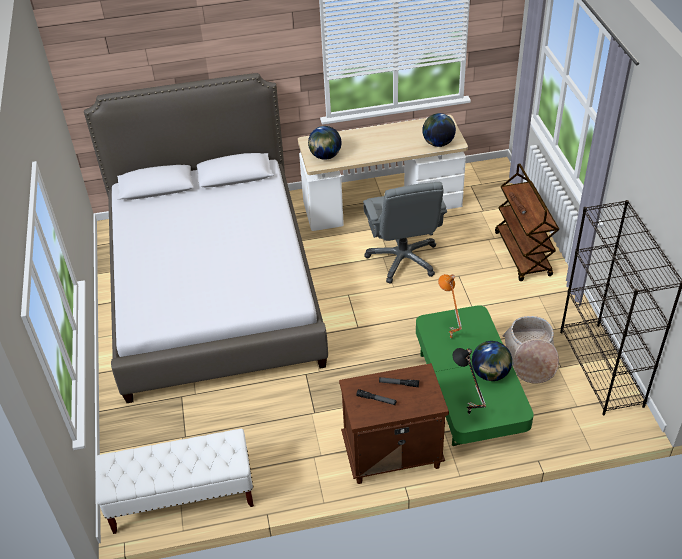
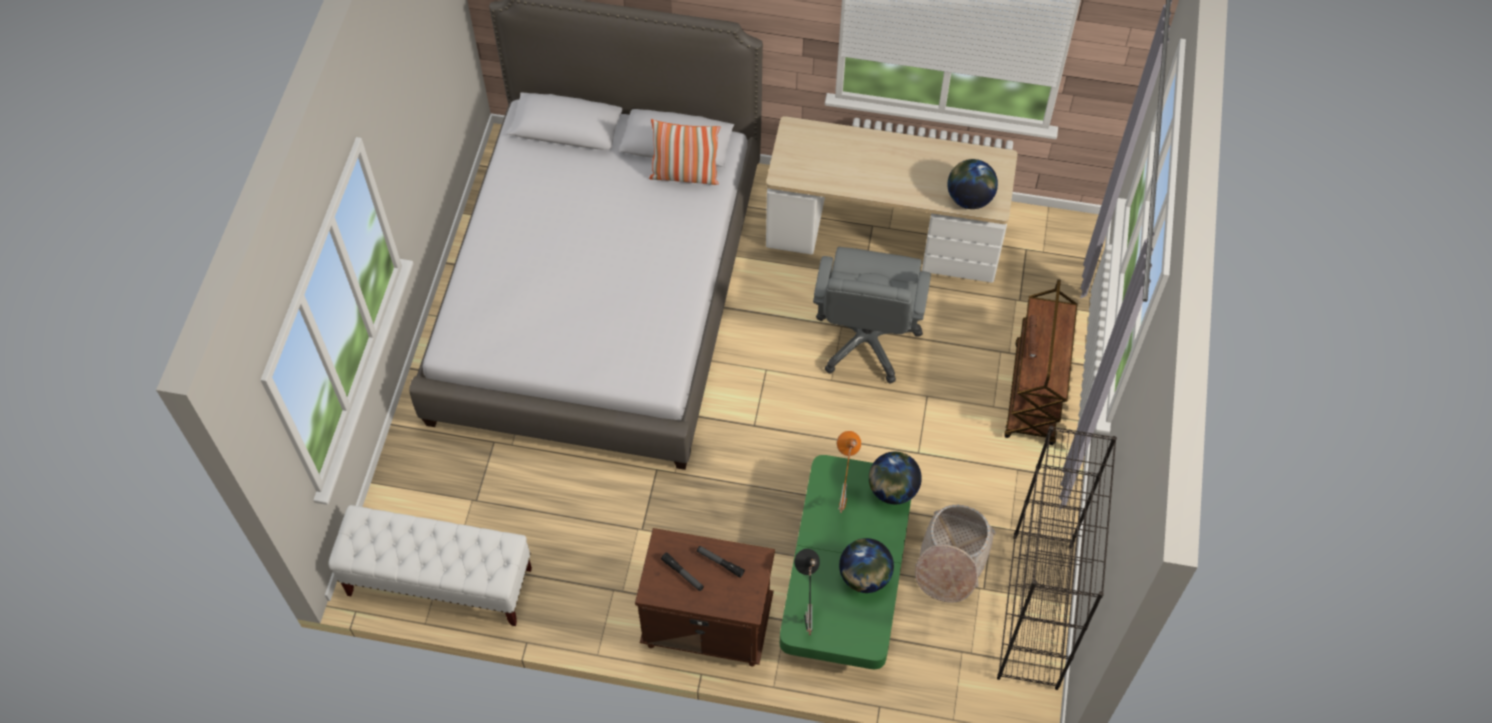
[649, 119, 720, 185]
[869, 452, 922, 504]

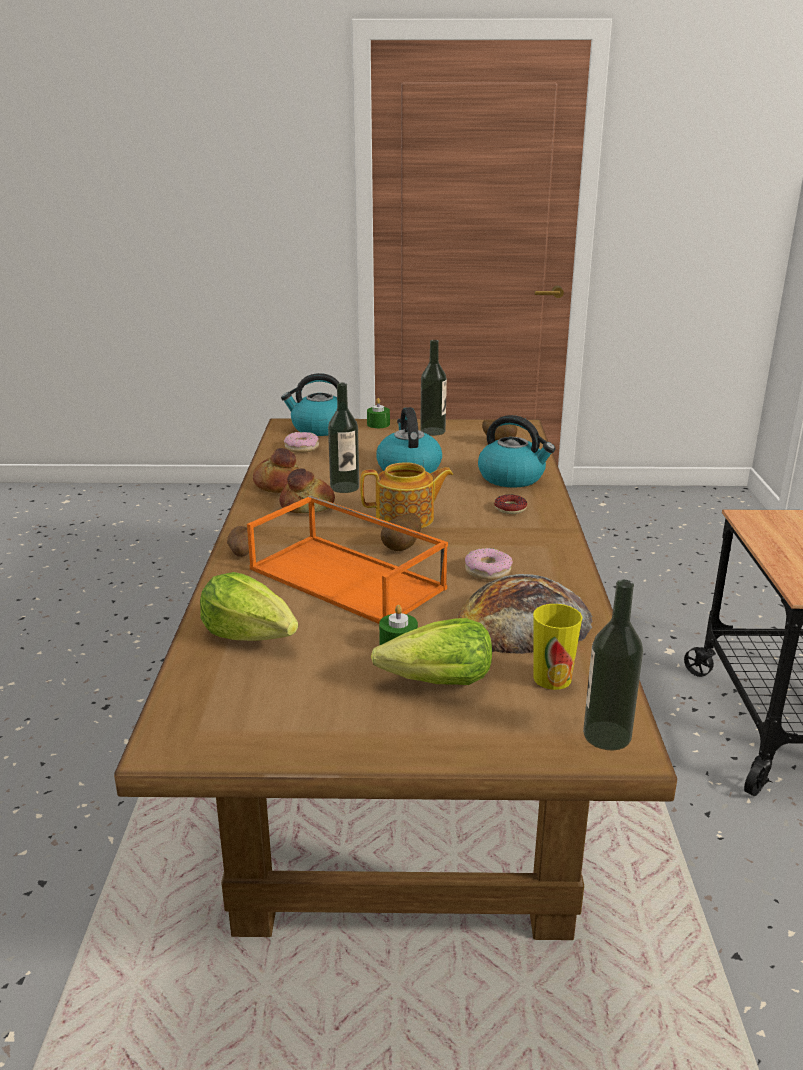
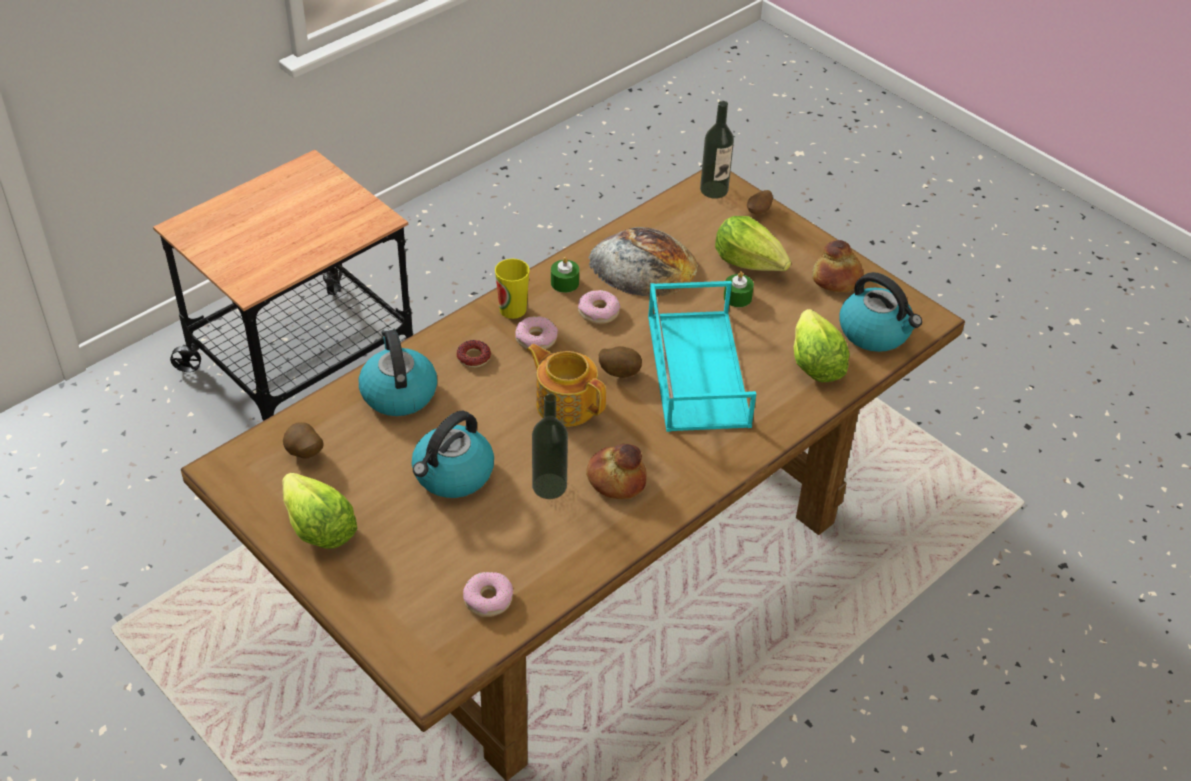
[282, 473, 357, 549]
[495, 259, 530, 319]
[515, 316, 558, 350]
[551, 257, 579, 293]
[648, 281, 756, 432]
[747, 190, 773, 214]
[812, 240, 864, 293]
[840, 272, 922, 352]

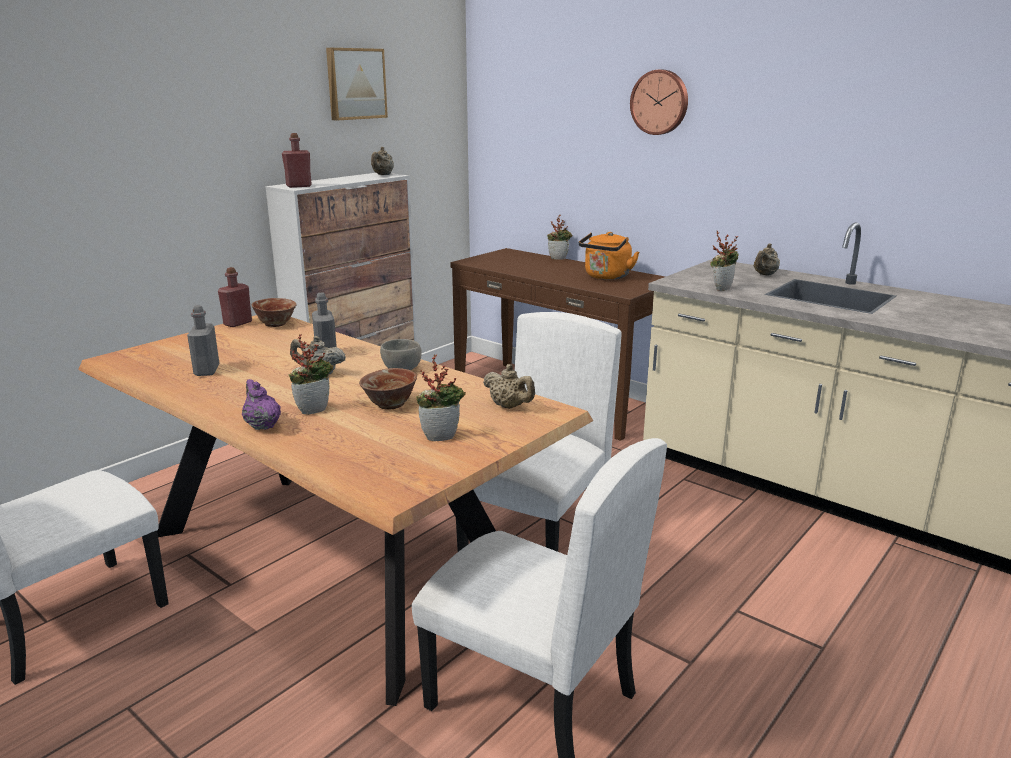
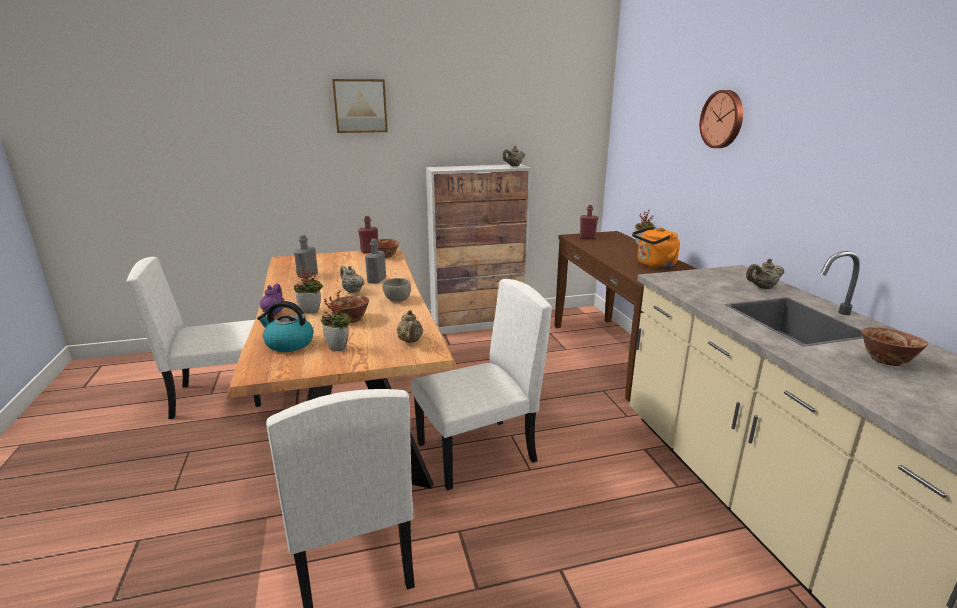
[257, 301, 314, 352]
[332, 79, 388, 133]
[580, 205, 598, 239]
[861, 327, 928, 366]
[710, 231, 739, 291] (first image)

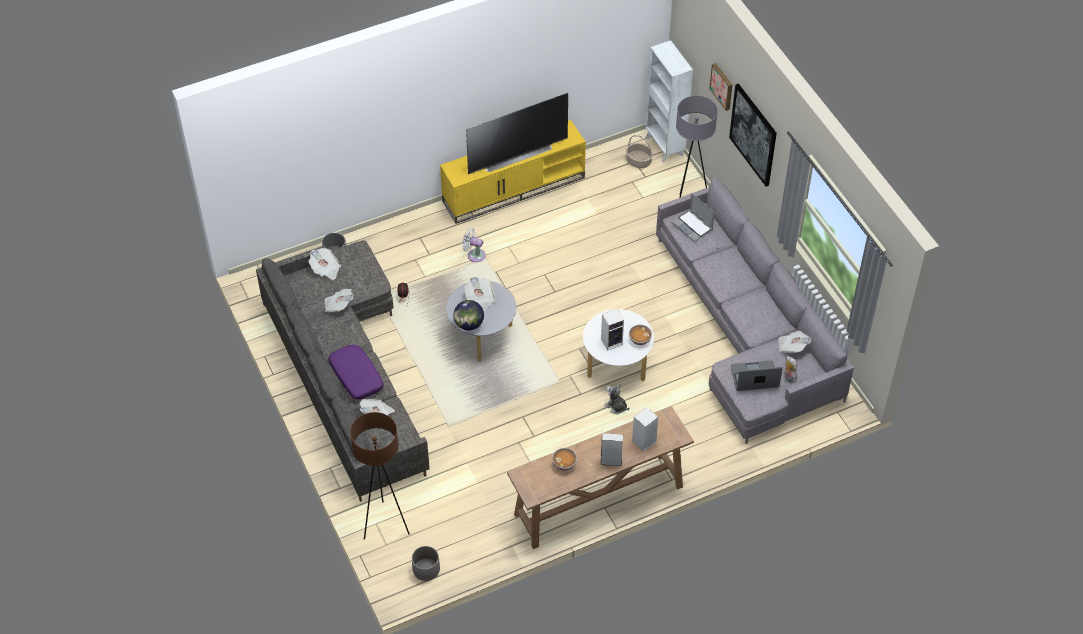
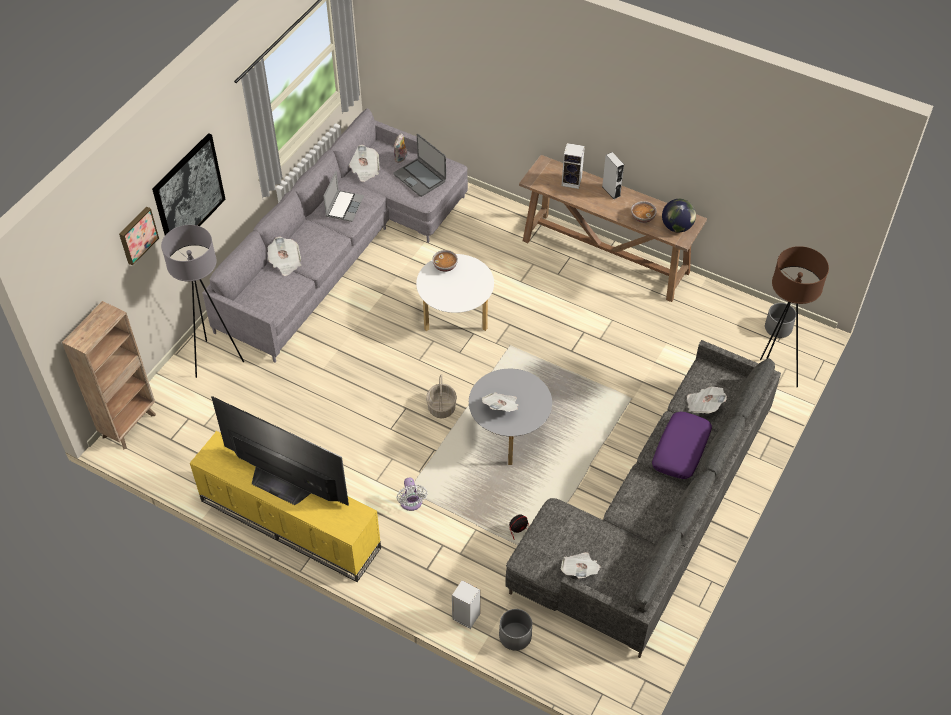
[62, 301, 156, 449]
[267, 236, 301, 276]
[323, 171, 364, 222]
[426, 374, 457, 418]
[452, 580, 480, 629]
[662, 199, 696, 233]
[604, 384, 629, 414] (first image)

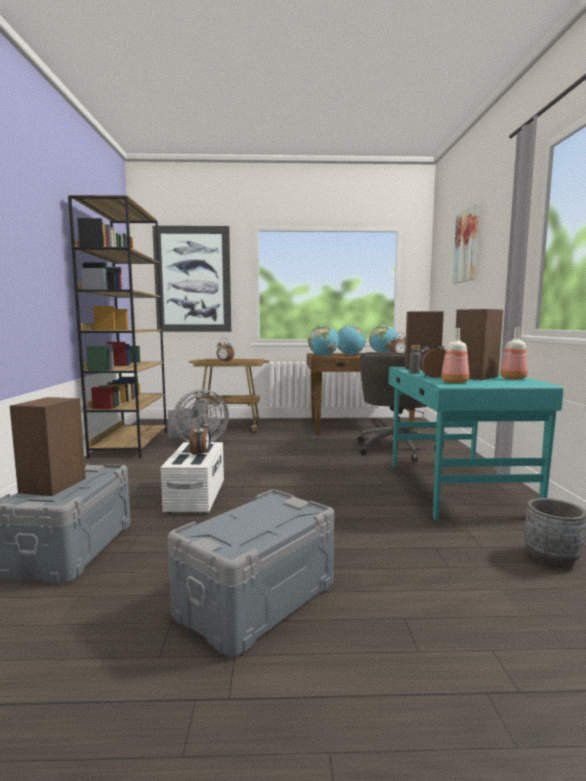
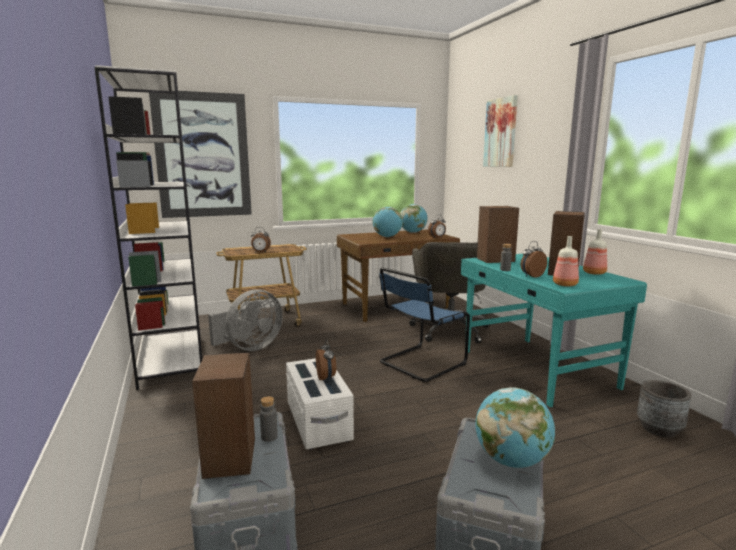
[94, 65, 202, 390]
[260, 396, 278, 442]
[379, 267, 470, 382]
[475, 387, 555, 468]

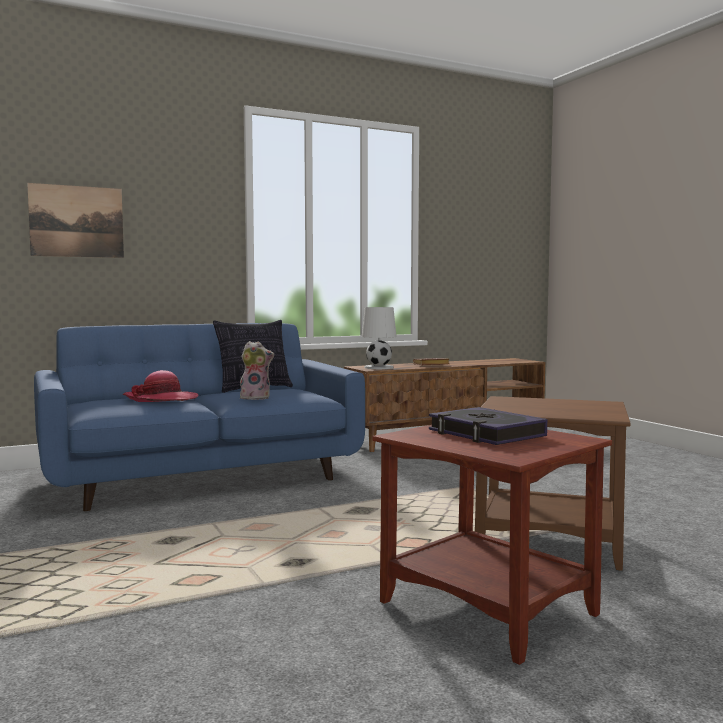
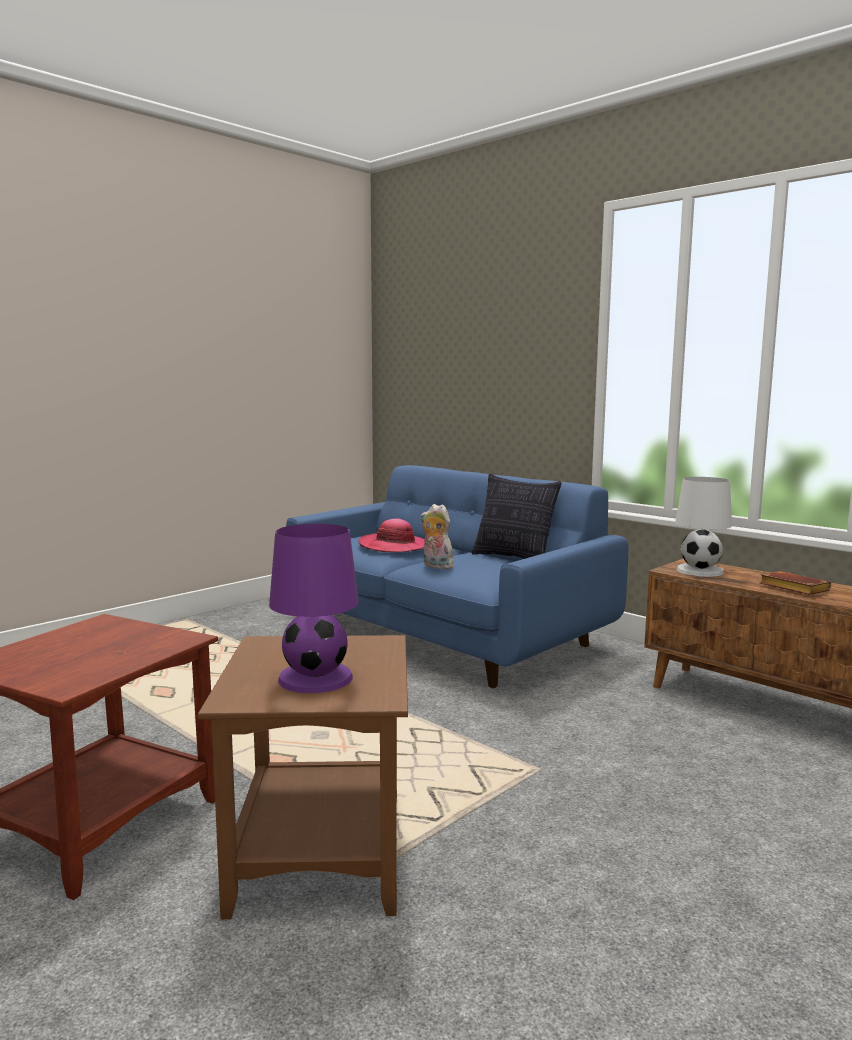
[269, 524, 359, 693]
[420, 504, 453, 569]
[27, 183, 124, 258] (first image)
[429, 407, 547, 445] (first image)

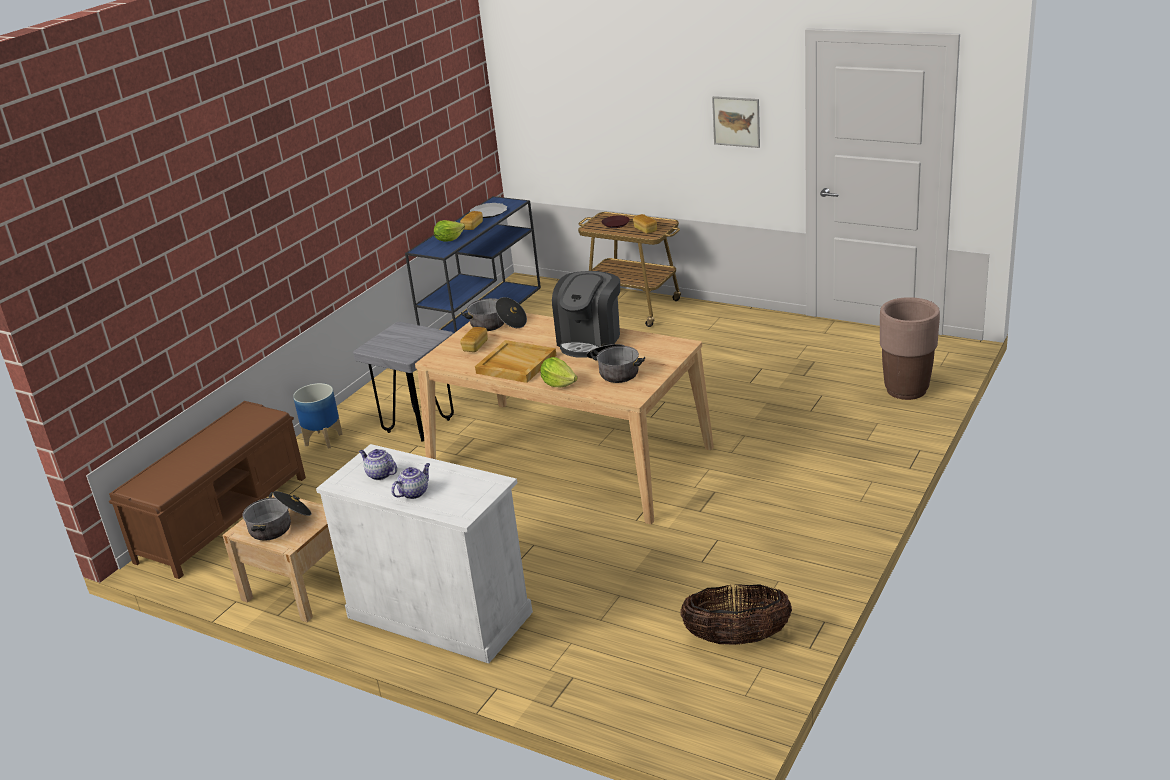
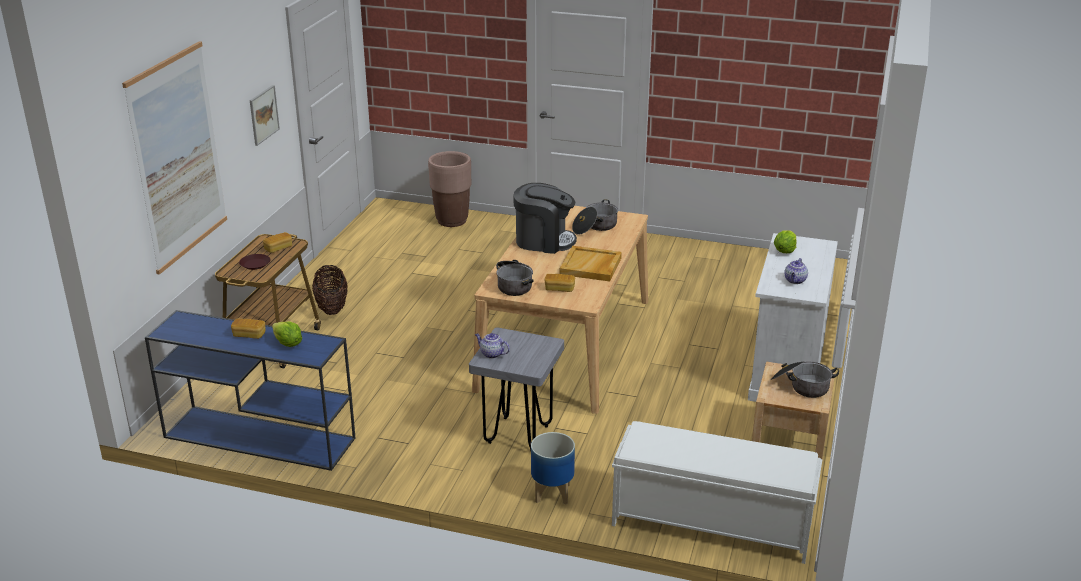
[122, 41, 227, 275]
[312, 265, 348, 315]
[475, 333, 510, 359]
[612, 421, 822, 564]
[774, 230, 796, 253]
[470, 203, 507, 218] (first image)

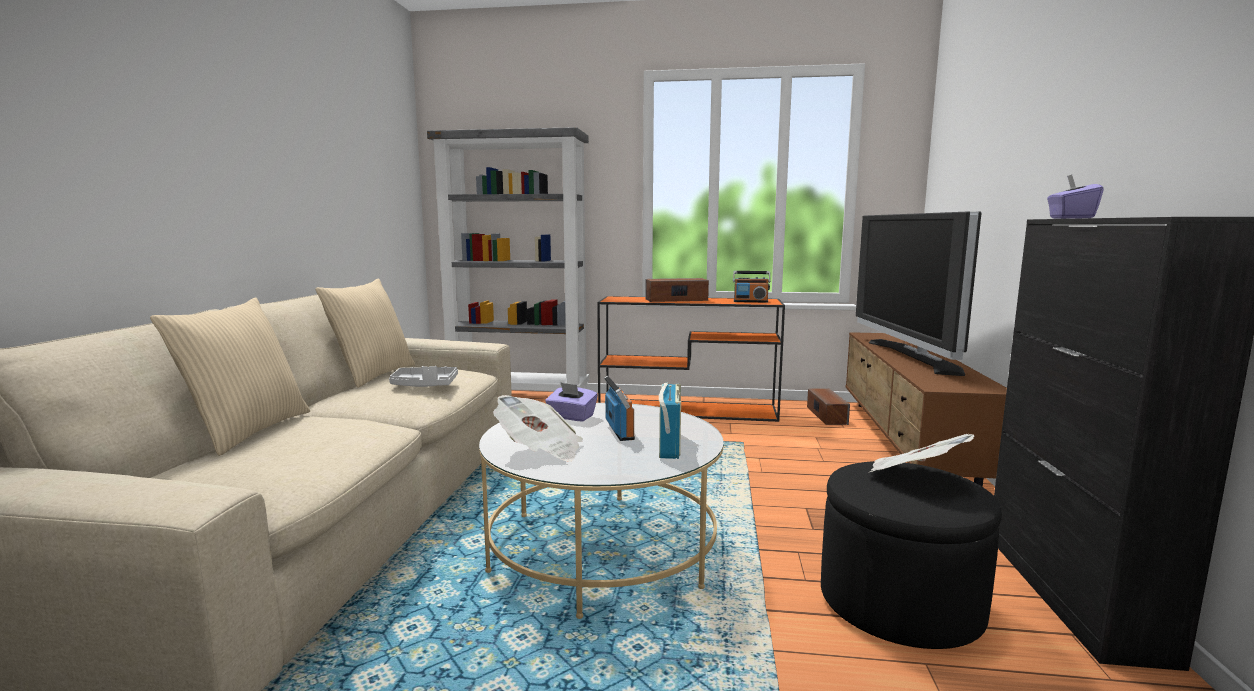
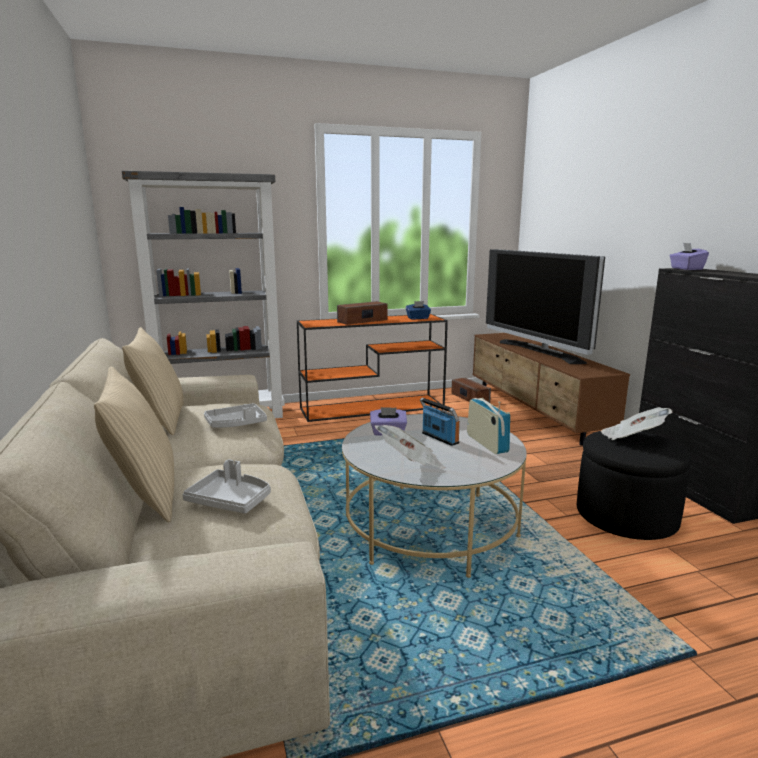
[182, 459, 271, 514]
[406, 301, 431, 320]

